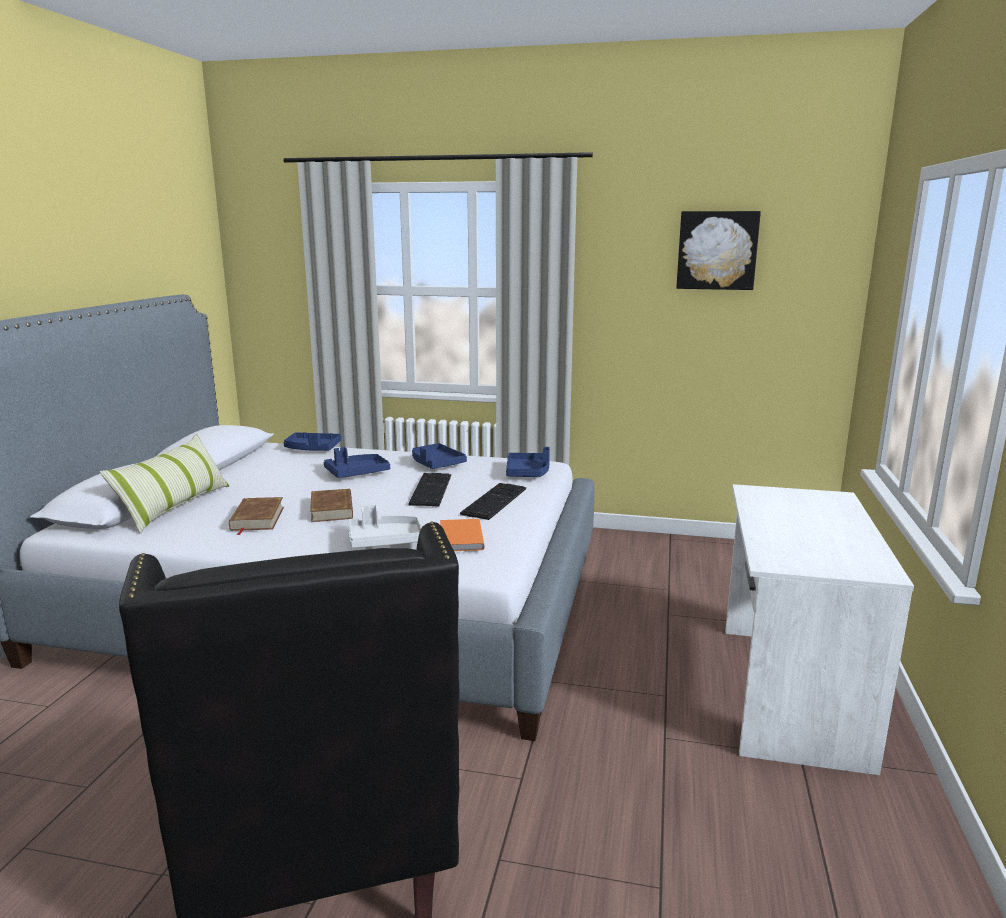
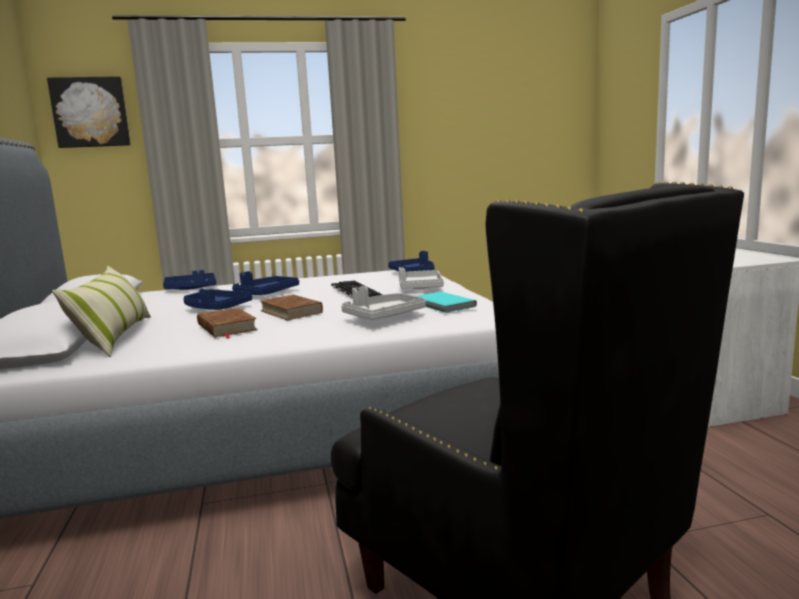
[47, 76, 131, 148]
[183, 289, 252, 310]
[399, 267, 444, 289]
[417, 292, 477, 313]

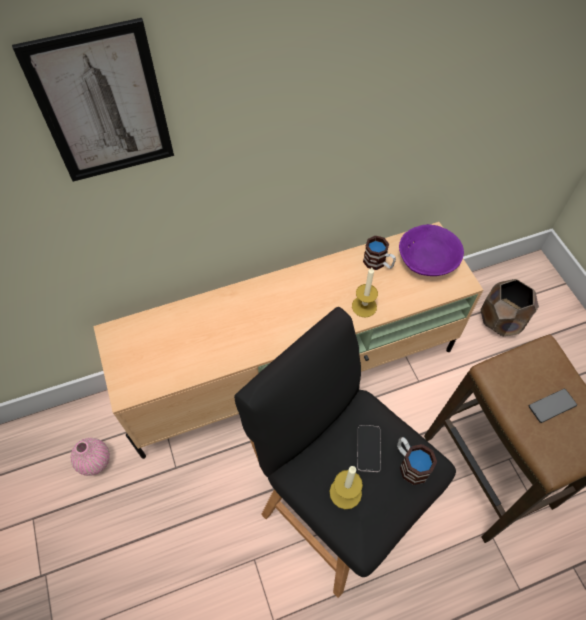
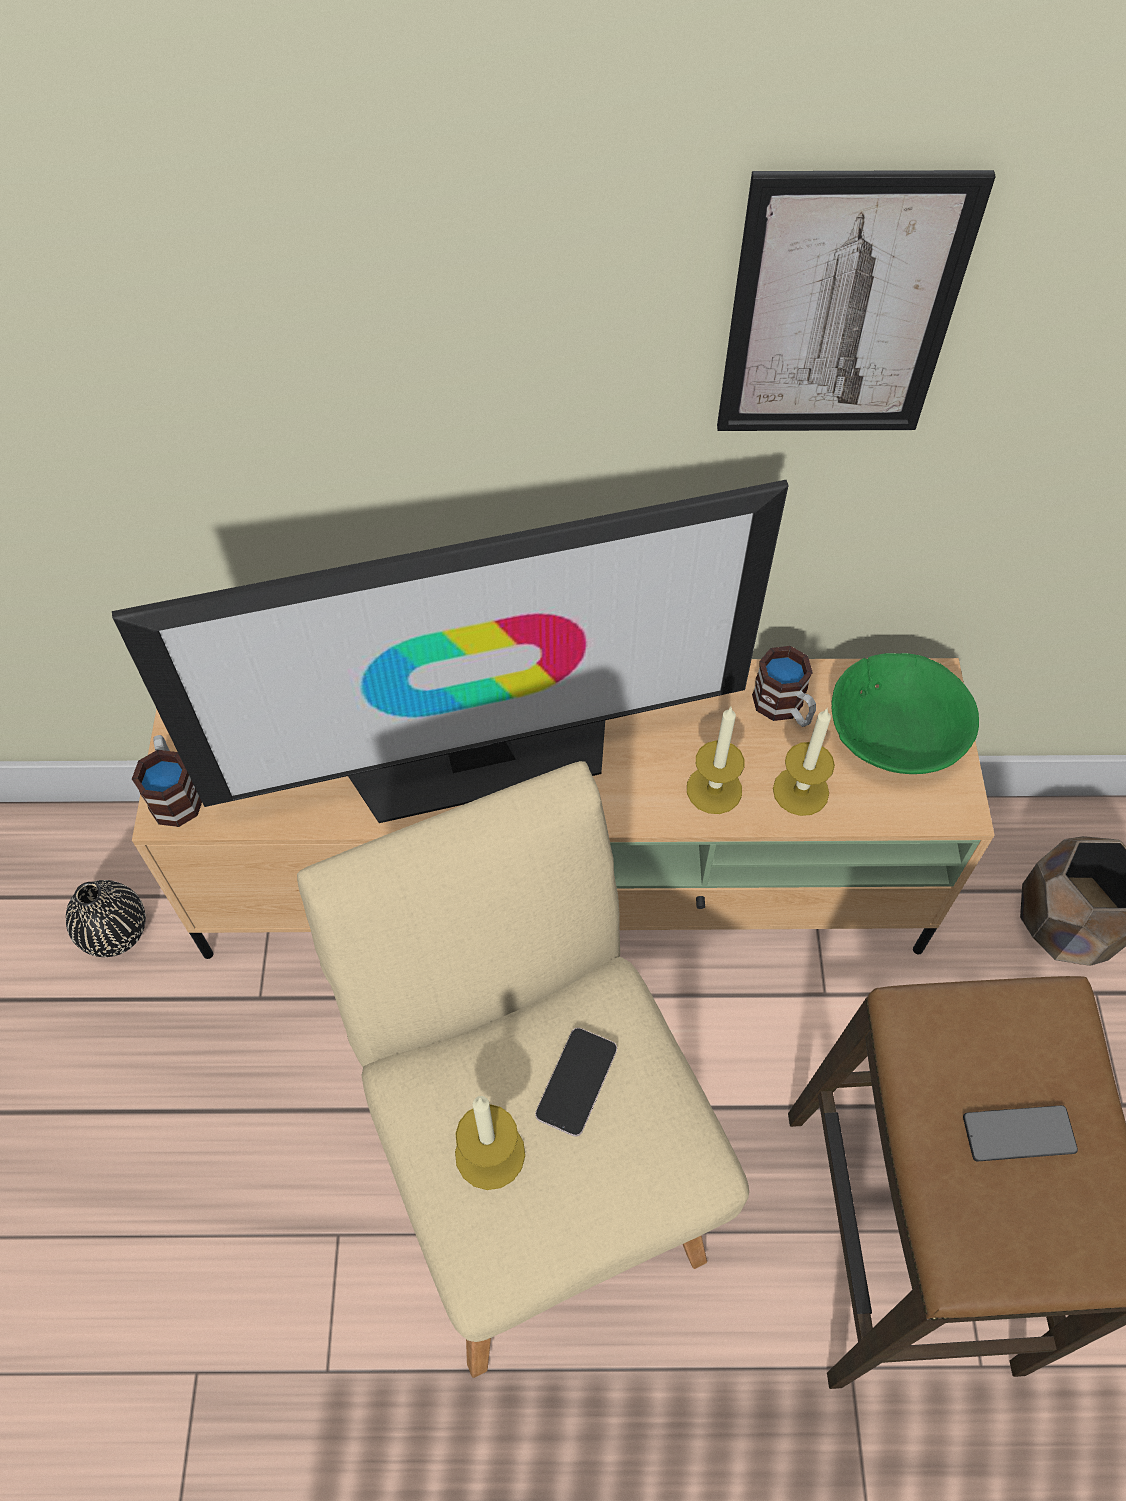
[66, 880, 146, 957]
[112, 480, 789, 823]
[132, 735, 202, 827]
[297, 761, 749, 1378]
[717, 170, 996, 431]
[773, 708, 835, 816]
[832, 653, 979, 774]

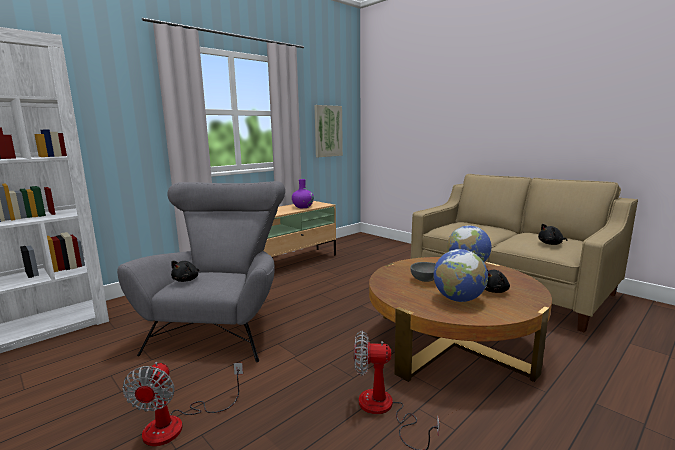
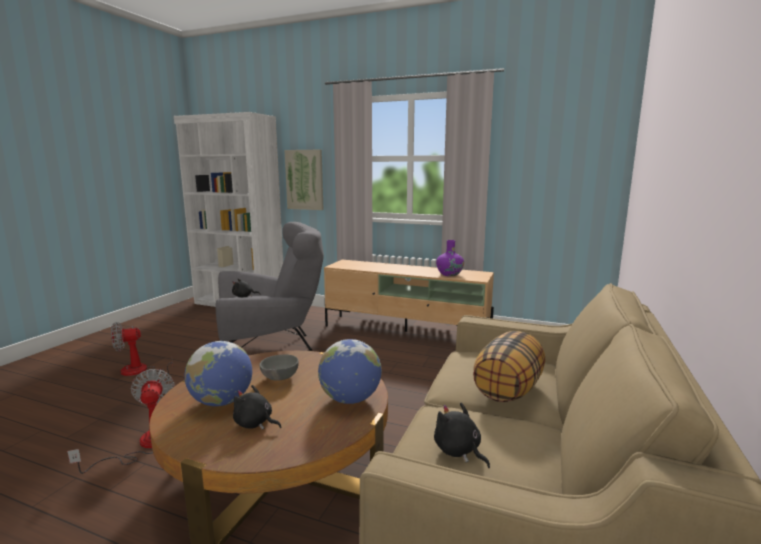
[284, 150, 324, 210]
[473, 331, 546, 402]

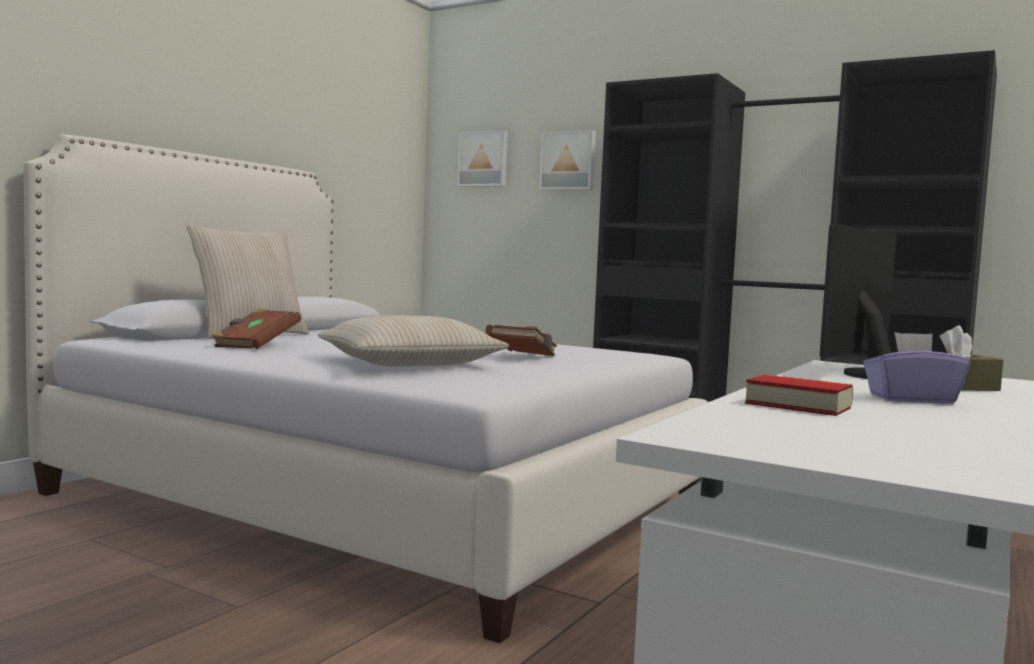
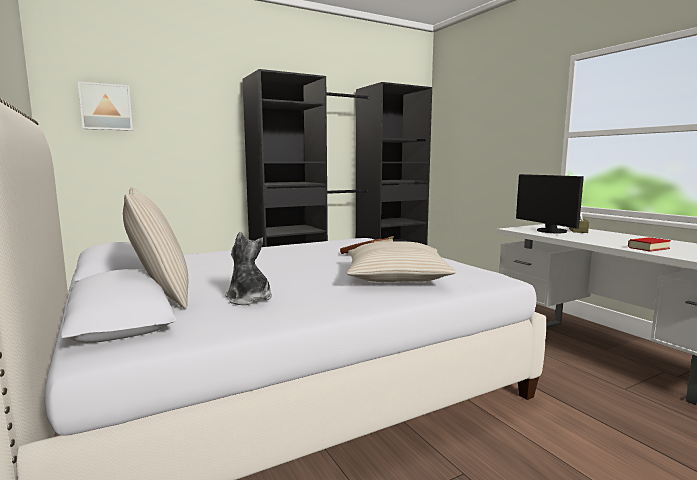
[225, 232, 272, 305]
[539, 130, 596, 190] (first image)
[863, 332, 970, 404] (first image)

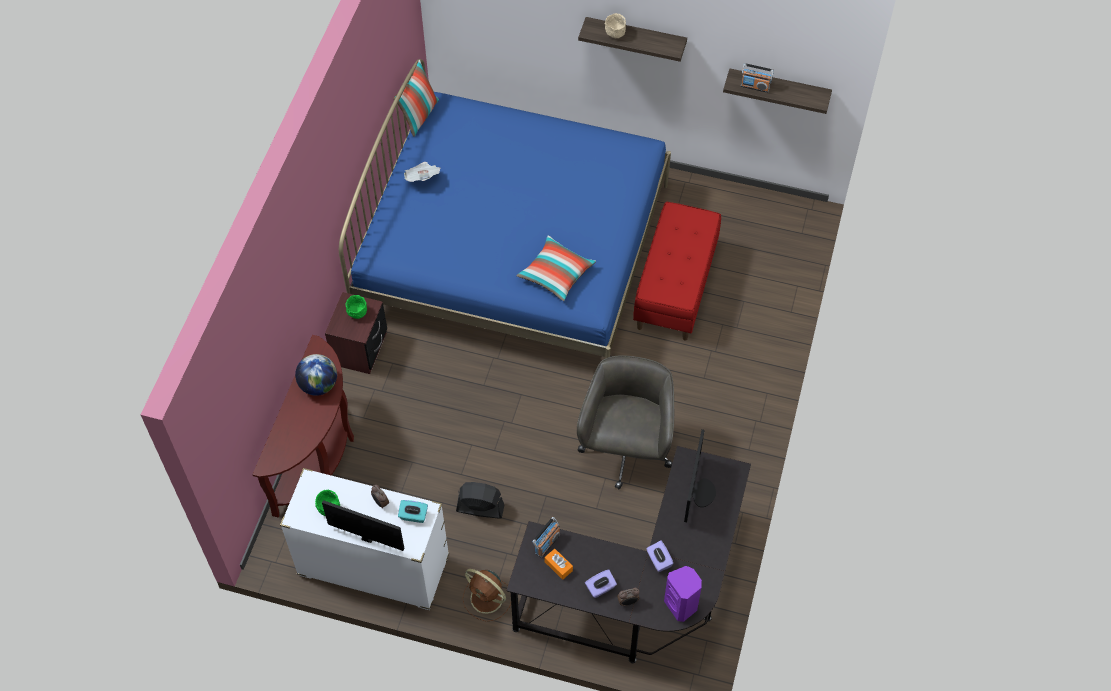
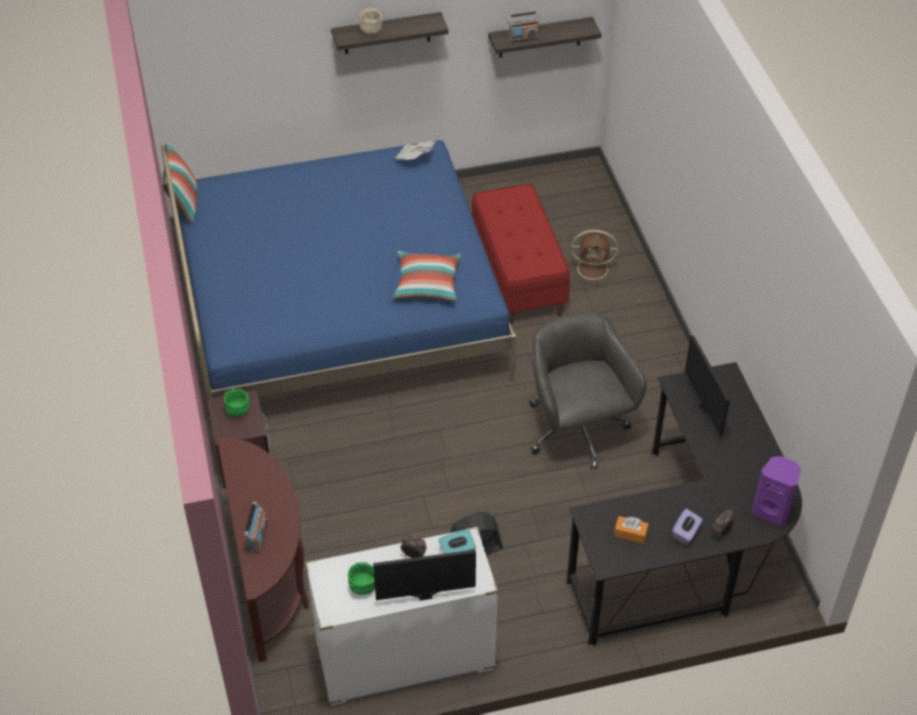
[244, 502, 267, 553]
[394, 141, 436, 160]
[569, 230, 618, 285]
[295, 354, 337, 396] (first image)
[647, 540, 674, 572] (first image)

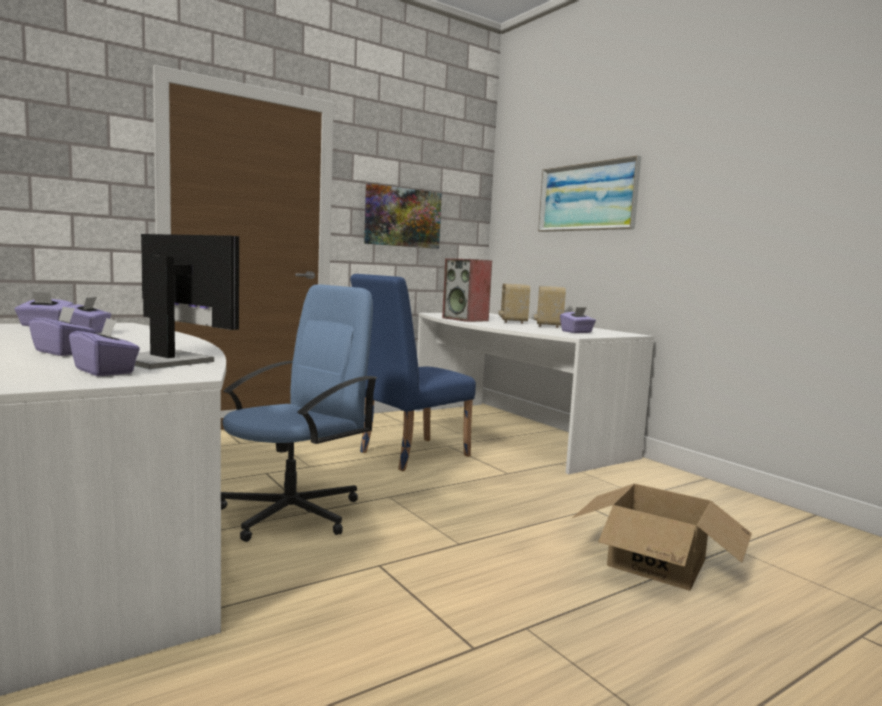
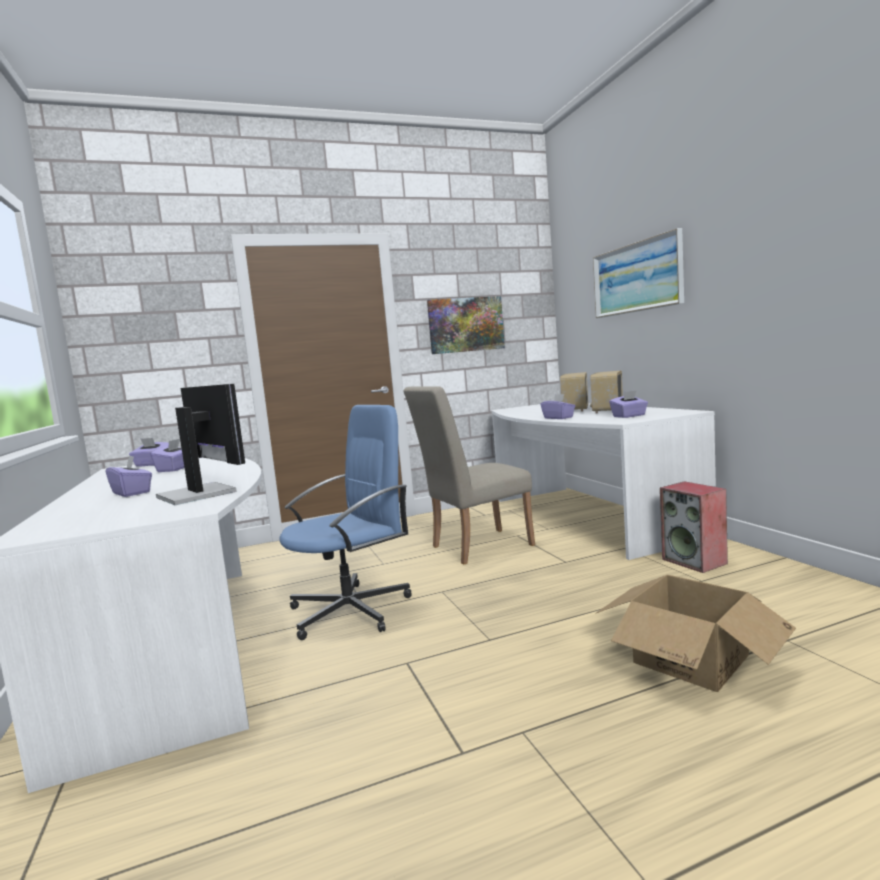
[403, 386, 535, 565]
[540, 394, 575, 419]
[660, 481, 728, 573]

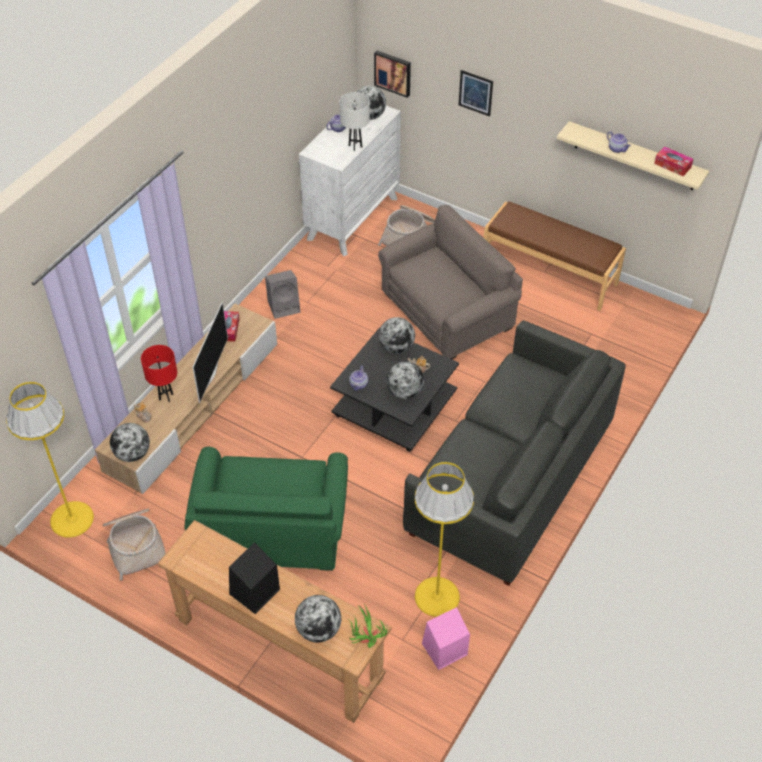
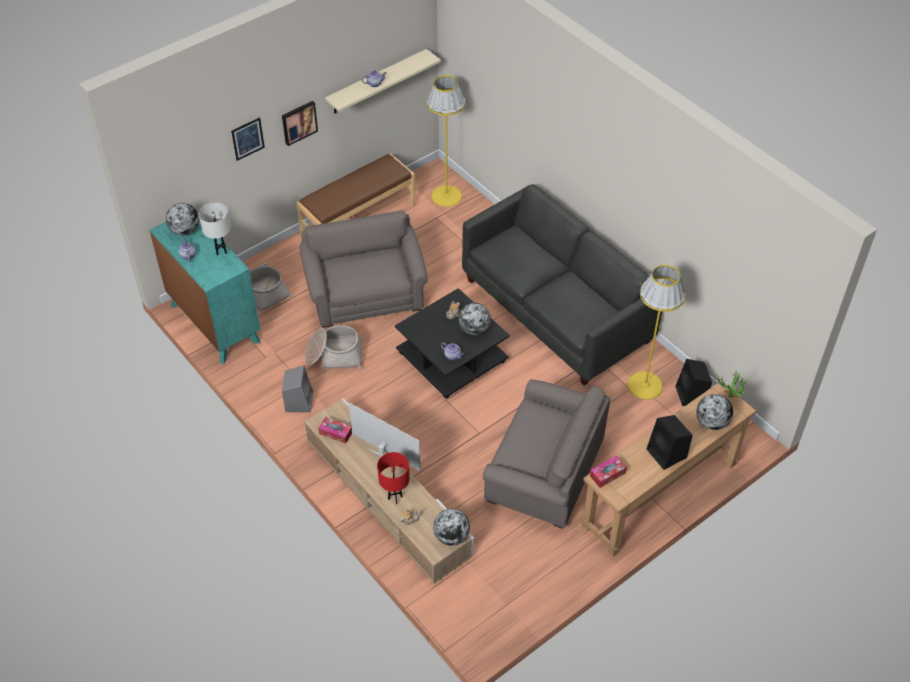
[149, 219, 260, 364]
[282, 101, 318, 146]
[305, 325, 362, 372]
[427, 75, 466, 207]
[483, 380, 610, 529]
[590, 455, 627, 488]
[675, 359, 712, 406]
[379, 317, 415, 354] (first image)

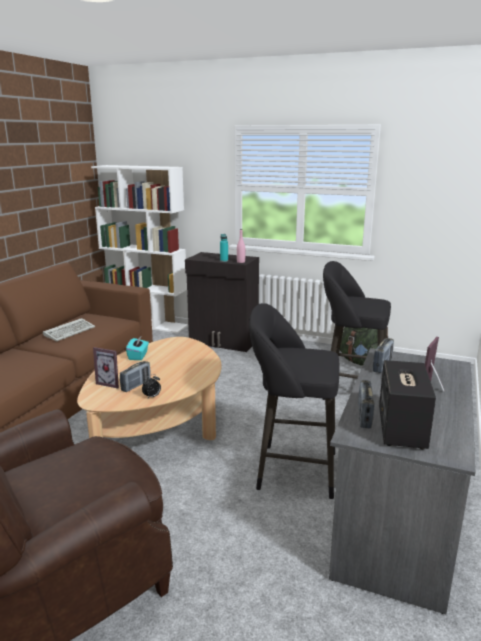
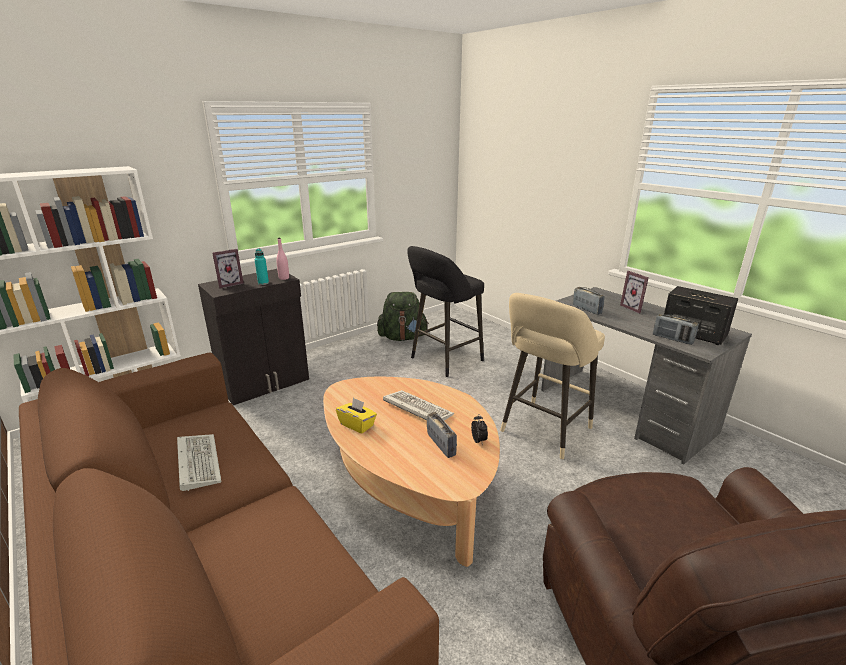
[212, 249, 244, 288]
[336, 397, 377, 434]
[383, 390, 454, 421]
[500, 293, 605, 459]

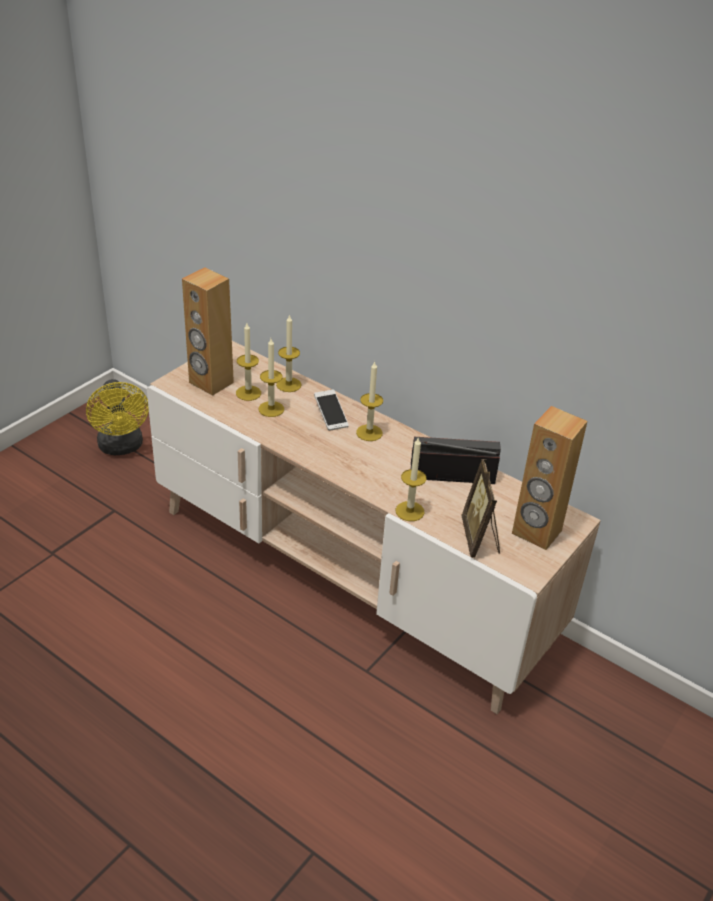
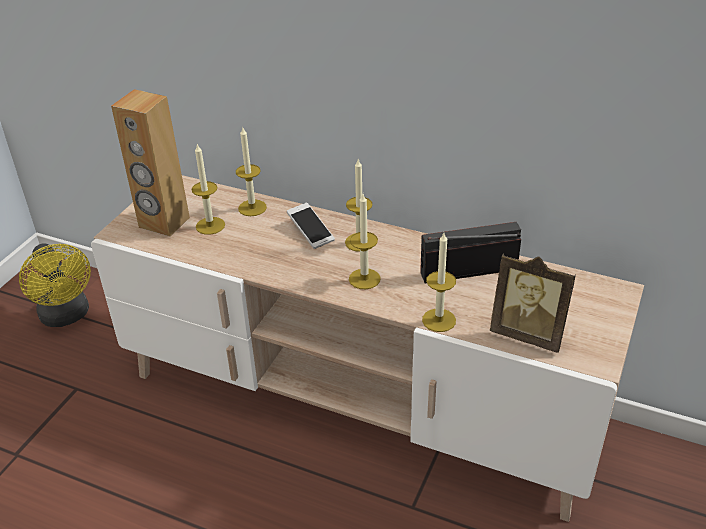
[349, 194, 381, 289]
[490, 253, 576, 353]
[512, 406, 587, 550] (first image)

